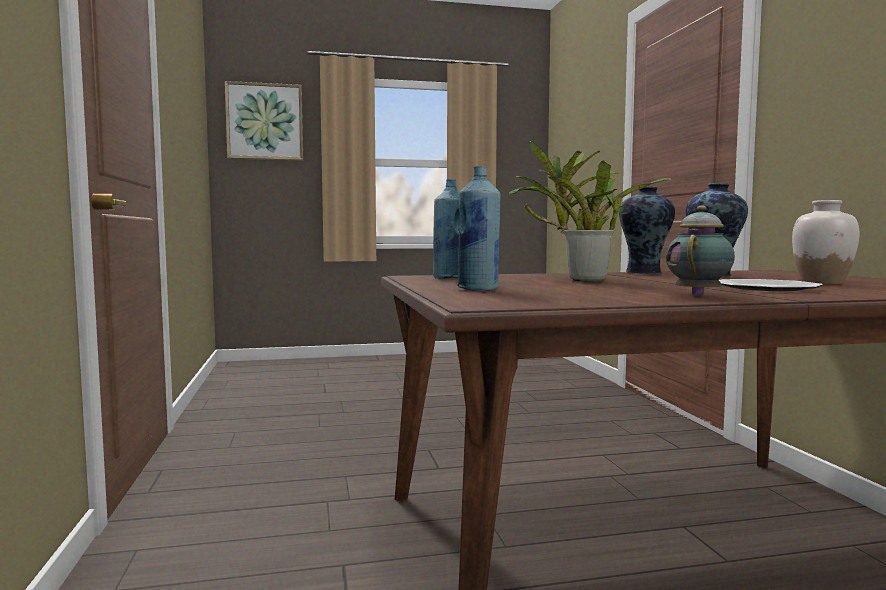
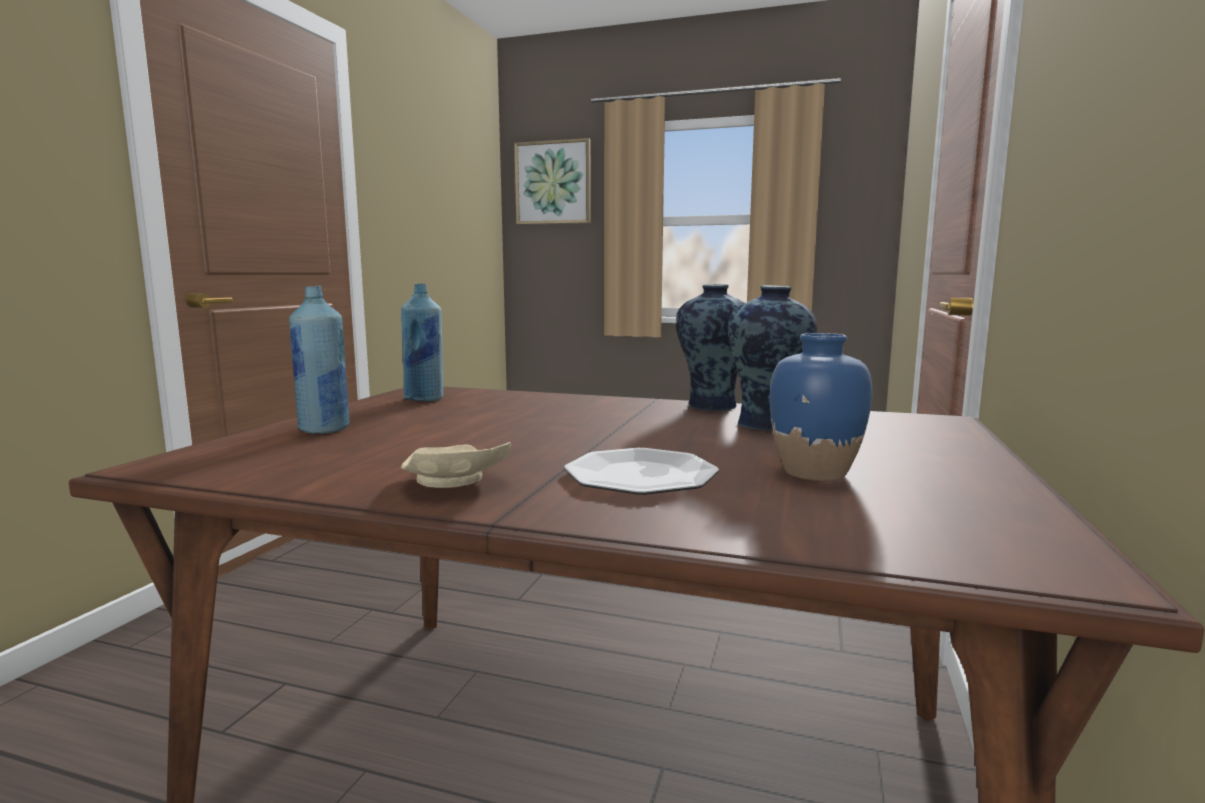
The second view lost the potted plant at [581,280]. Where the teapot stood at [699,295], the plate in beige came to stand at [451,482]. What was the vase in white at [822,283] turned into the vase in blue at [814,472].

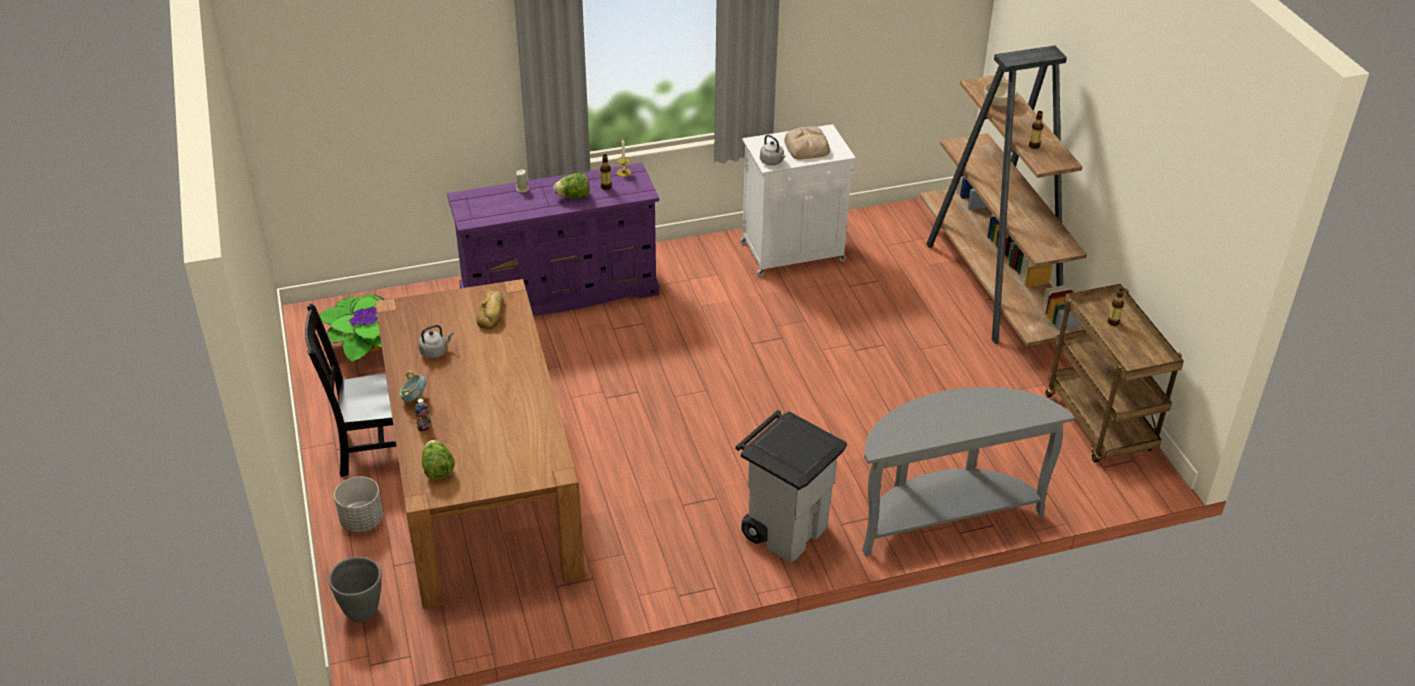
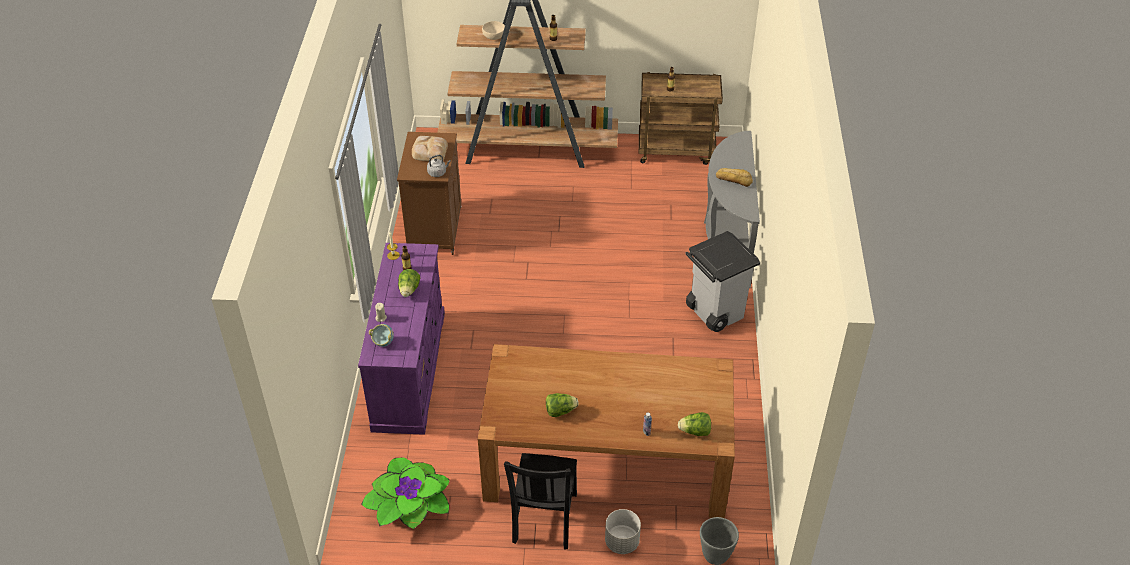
The bowl ended up elsewhere, having gone from [414,398] to [383,342]. Where the kettle in grey stood at [435,351], the lettuce came to stand at [560,411]. The bread ended up elsewhere, having gone from [492,313] to [734,179]. What was the cabinet in white at [794,251] turned into the cabinet in brown at [435,229].

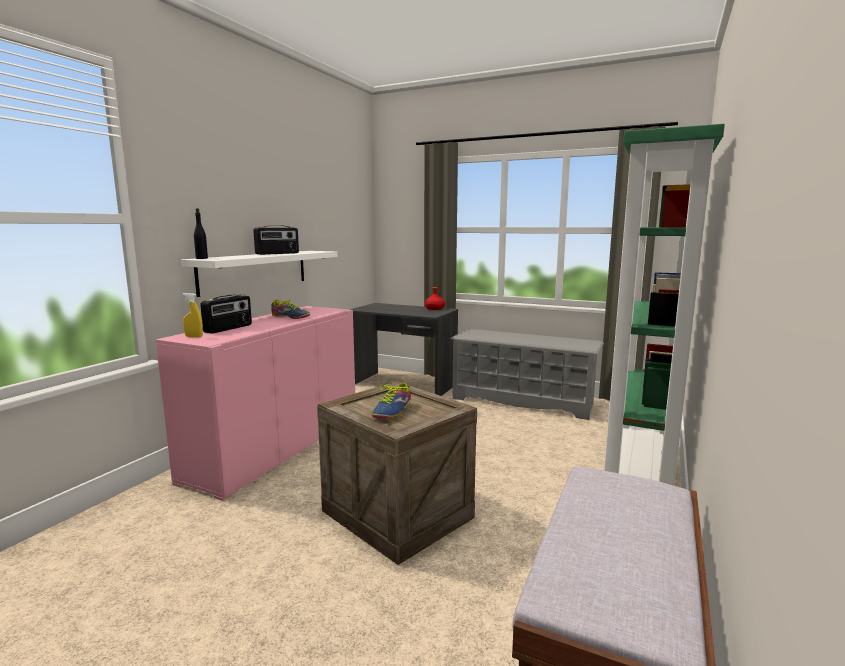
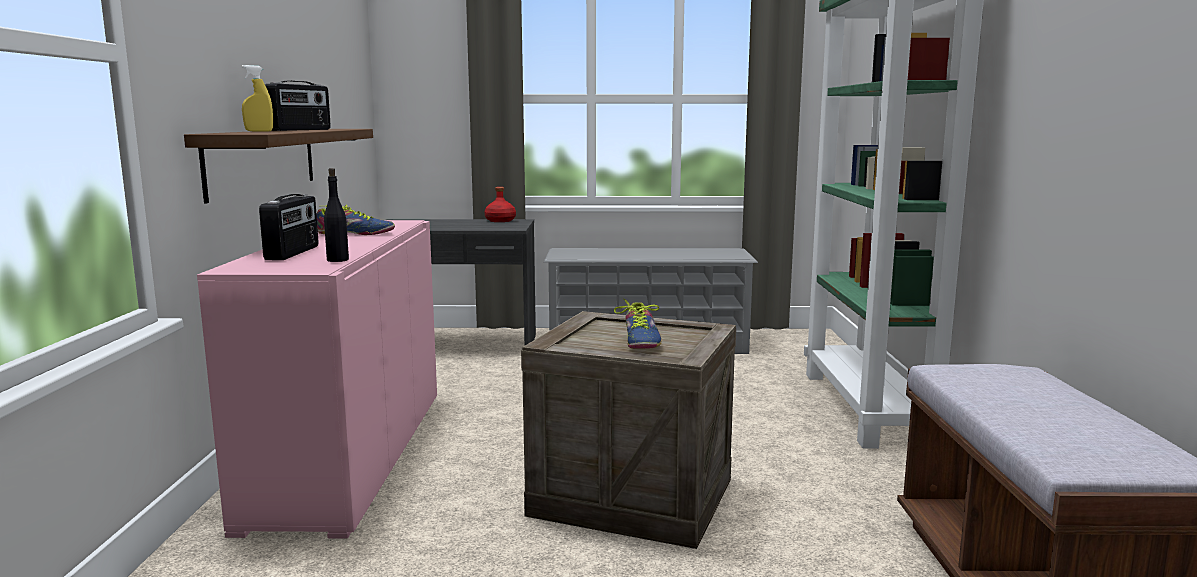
What was the shelf in white at [255,271] turned into the shelf in brown at [263,160]. The spray bottle in yellow ended up elsewhere, having gone from [194,336] to [259,131]. The bottle in black ended up elsewhere, having gone from [202,258] to [337,260].

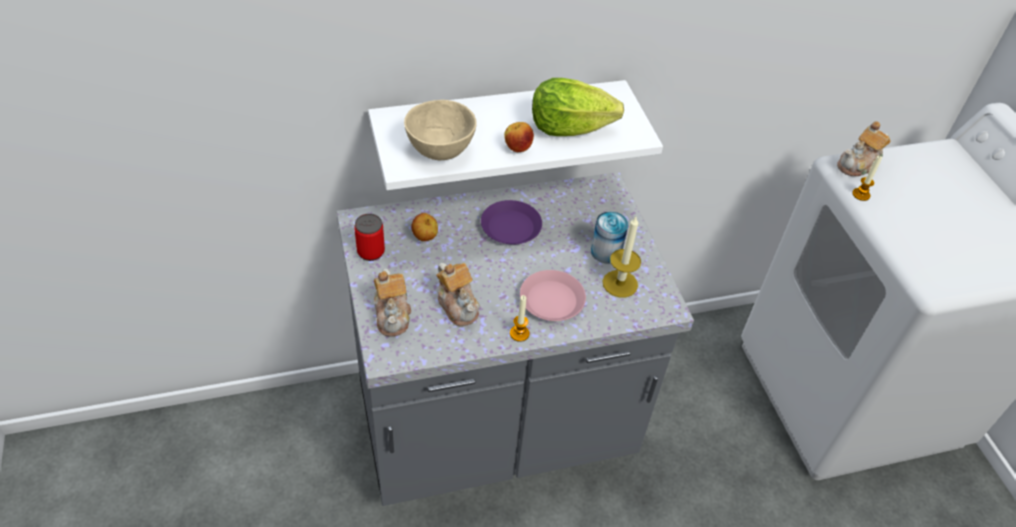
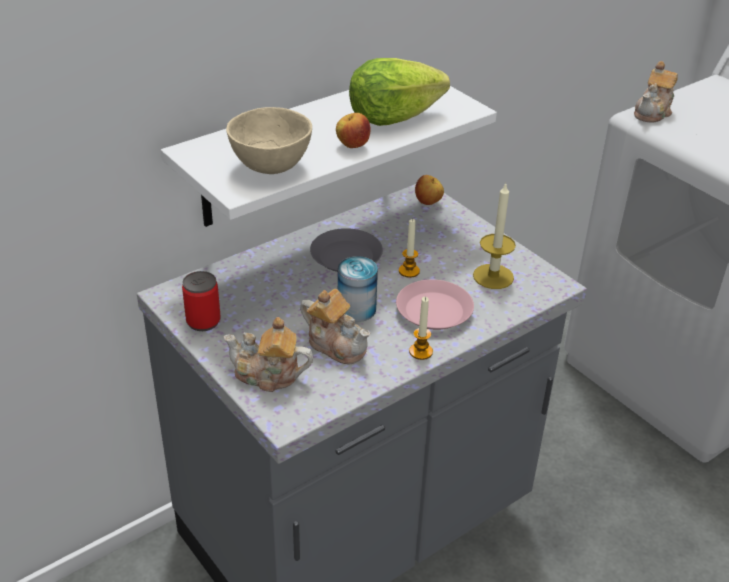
The teapot at [392,315] ended up facing another way, 135 degrees clockwise from before. The apple ended up elsewhere, having gone from [425,237] to [428,203]. What was the plate in purple at [510,227] turned into the plate in grey at [345,256]. The can ended up elsewhere, having gone from [606,251] to [356,309]. The candle ended up elsewhere, having gone from [861,194] to [409,271].

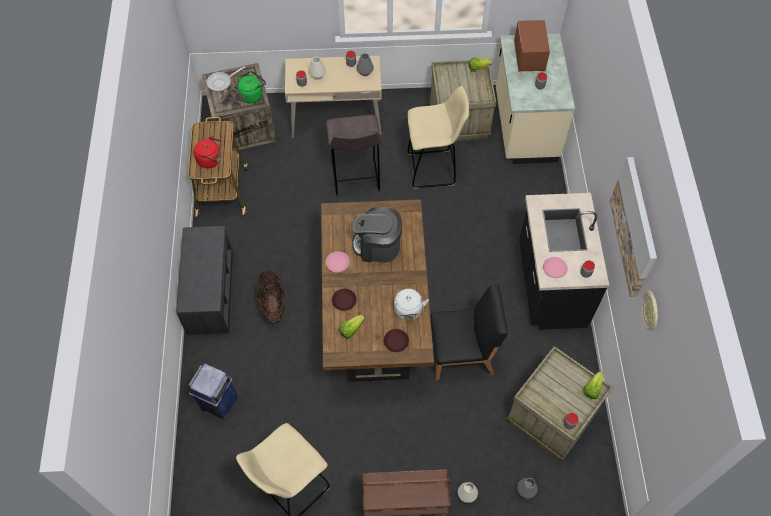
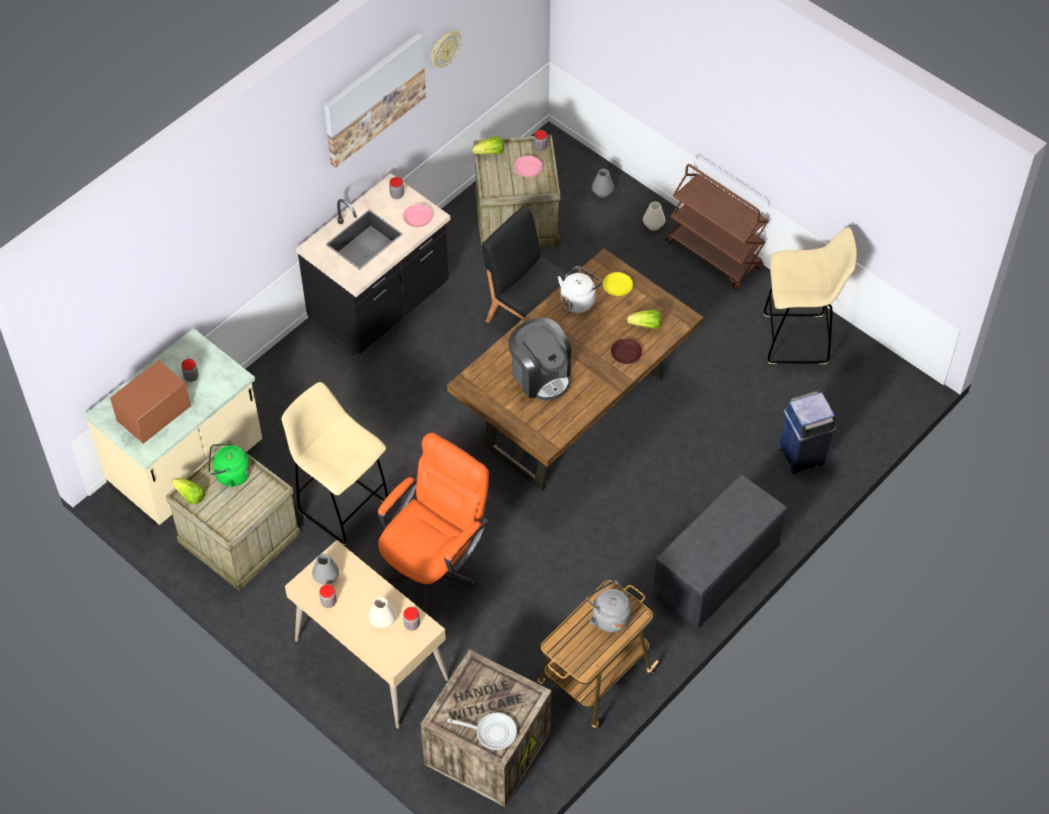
What was the kettle in red at [211,160] turned into the kettle in grey at [609,616]. The kettle in green ended up elsewhere, having gone from [252,95] to [230,475]. The second view lost the basket at [272,304]. Where the stool in grey stood at [356,179], the office chair in orange came to stand at [434,565]. The plate in pink ended up elsewhere, having gone from [338,263] to [528,168]. What was the plate in brown at [396,342] turned into the plate in yellow at [617,286].

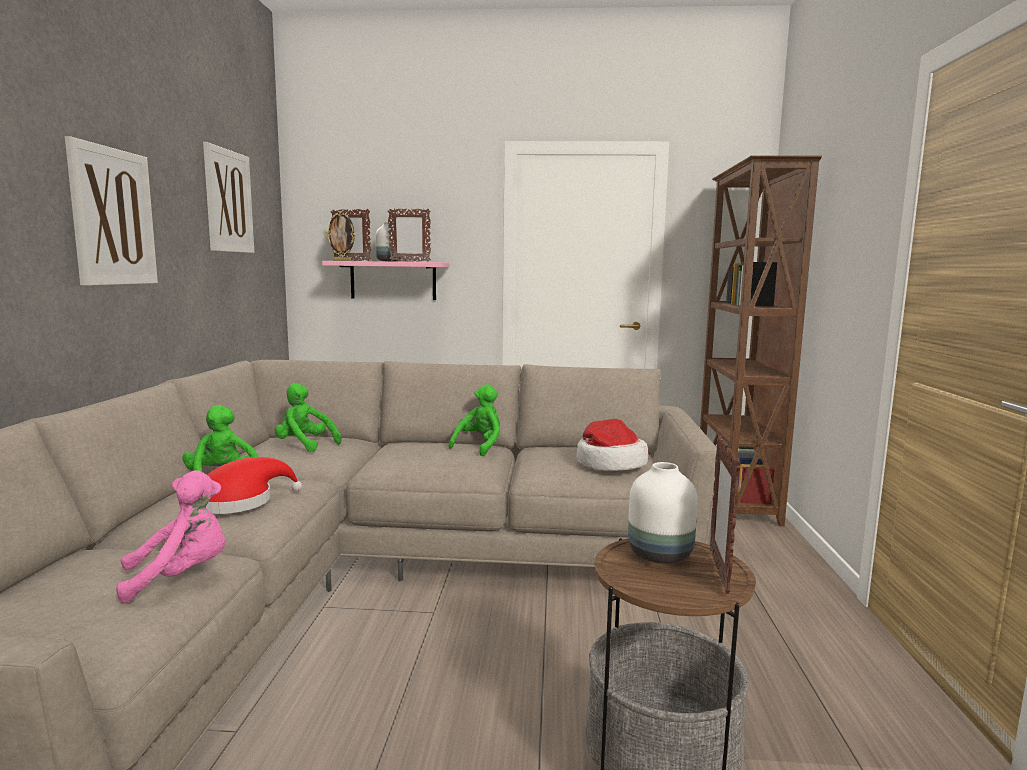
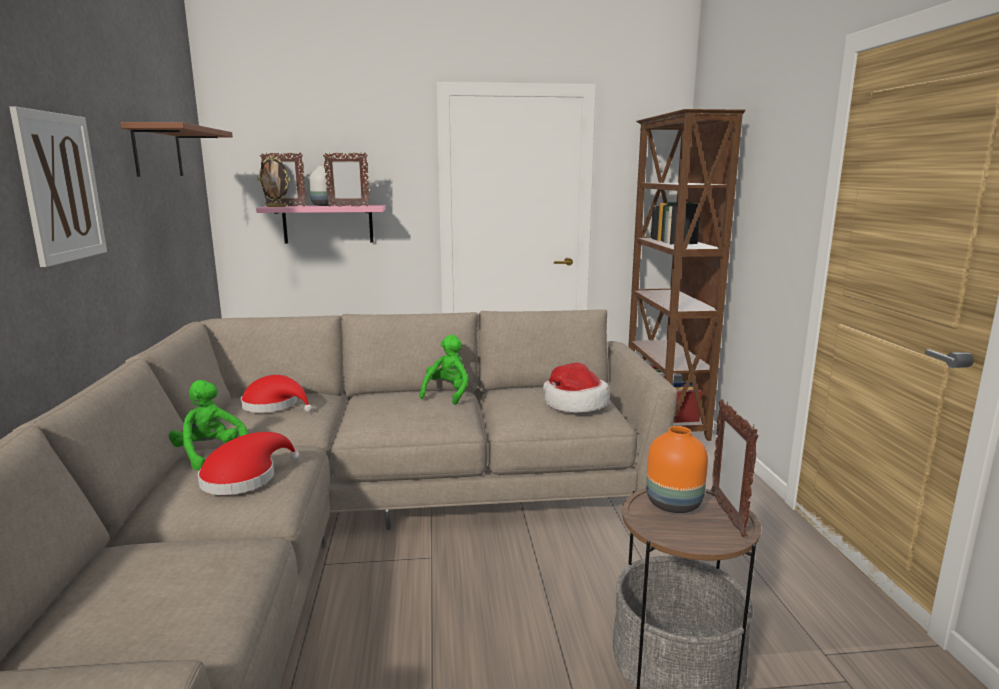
The second view lost the plush toy in pink at [181,576]. Where the picture hung at [228,201], the shelf in brown came to hang at [158,152]. Where the plush toy in green stood at [305,445], the hat in red came to stand at [274,406]. What was the vase in white at [661,555] turned into the vase in orange at [675,504].

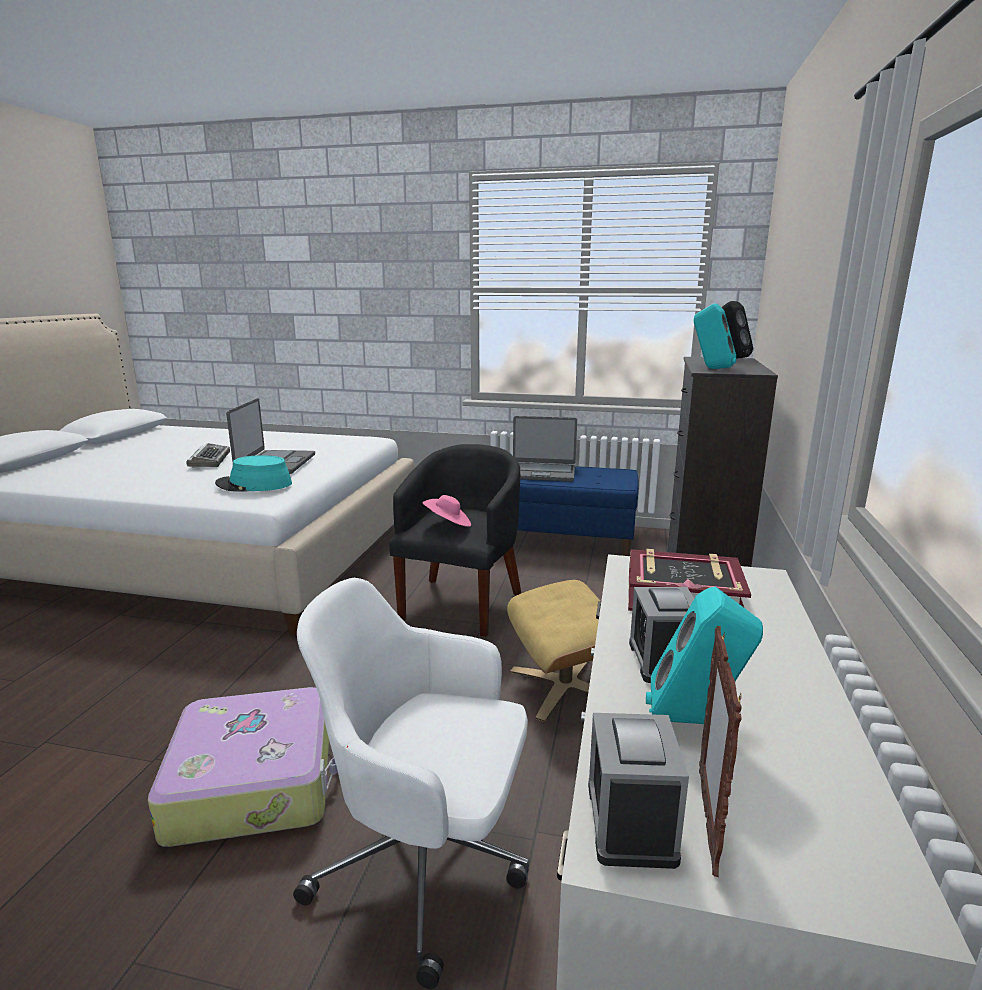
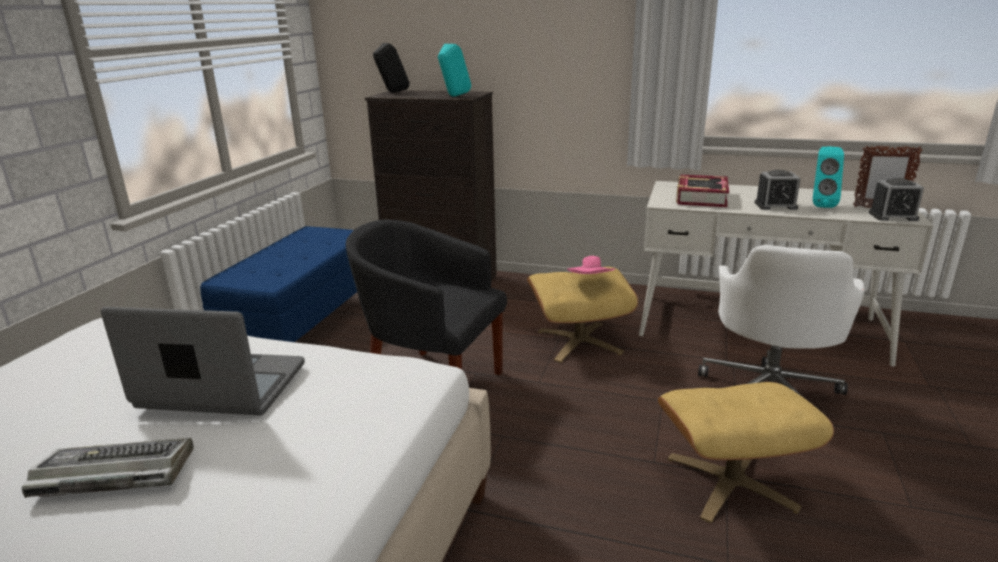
Where the suitcase stood at [256,780], the ottoman in beige came to stand at [730,483]. The second view lost the hat in turquoise at [254,484]. The hat in pink ended up elsewhere, having gone from [448,524] to [591,282]. The second view lost the laptop at [542,473].

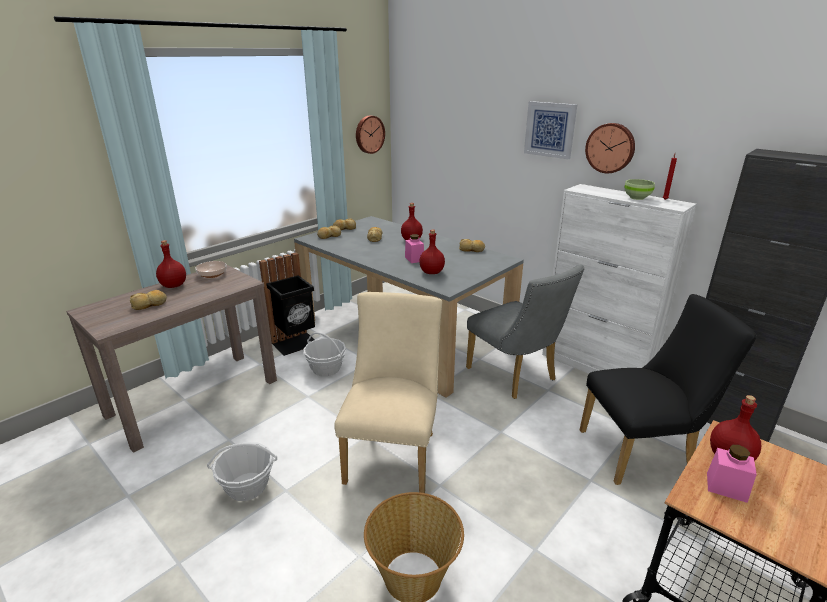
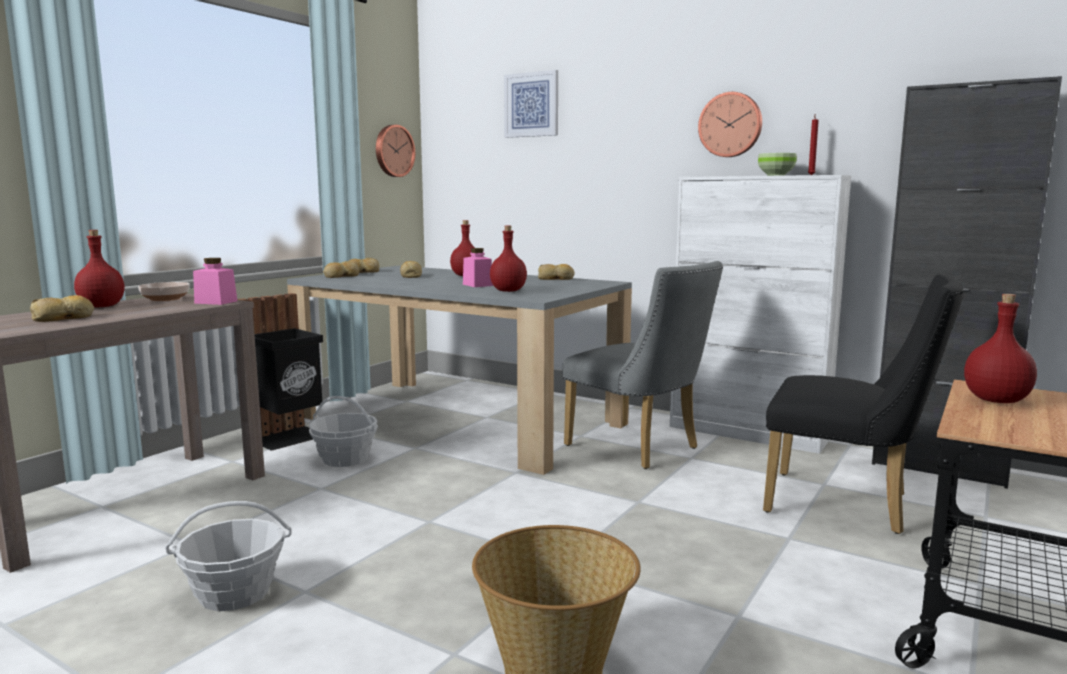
The second view lost the chair in beige at [393,452]. The picture ended up elsewhere, having gone from [550,129] to [531,105]. The chair in black at [642,451] ended up facing another way, 45 degrees clockwise from before. The jar in pink ended up elsewhere, having gone from [726,487] to [216,302].

